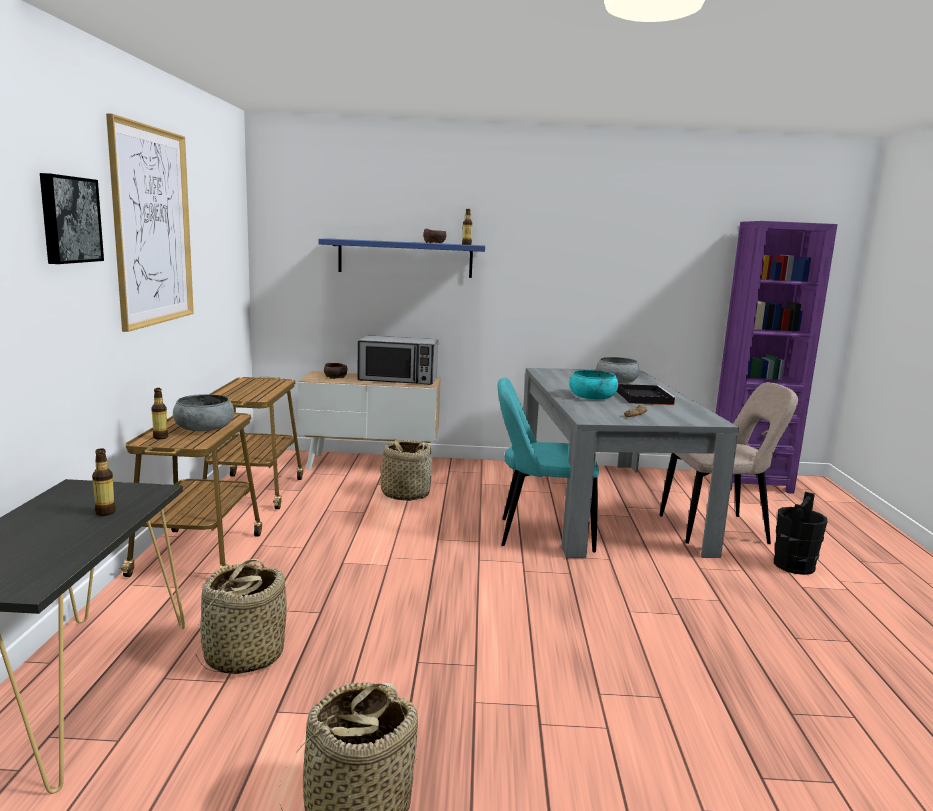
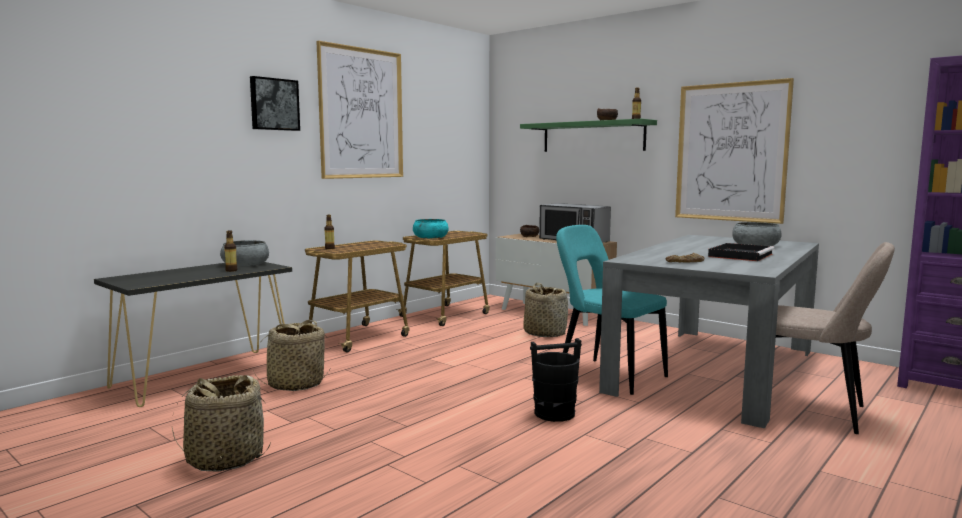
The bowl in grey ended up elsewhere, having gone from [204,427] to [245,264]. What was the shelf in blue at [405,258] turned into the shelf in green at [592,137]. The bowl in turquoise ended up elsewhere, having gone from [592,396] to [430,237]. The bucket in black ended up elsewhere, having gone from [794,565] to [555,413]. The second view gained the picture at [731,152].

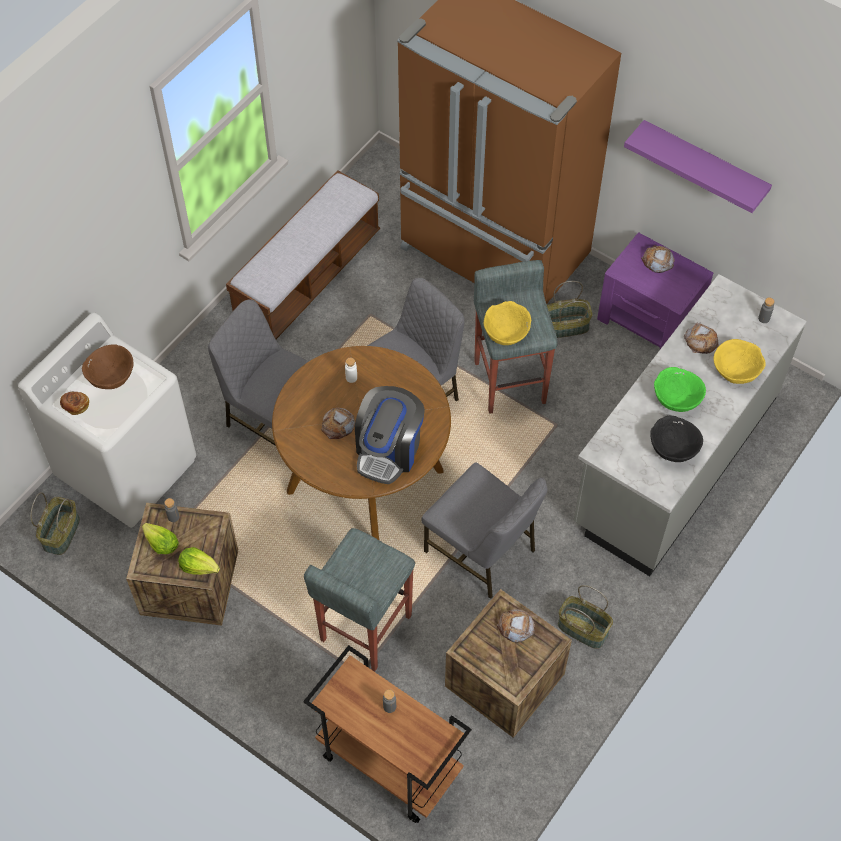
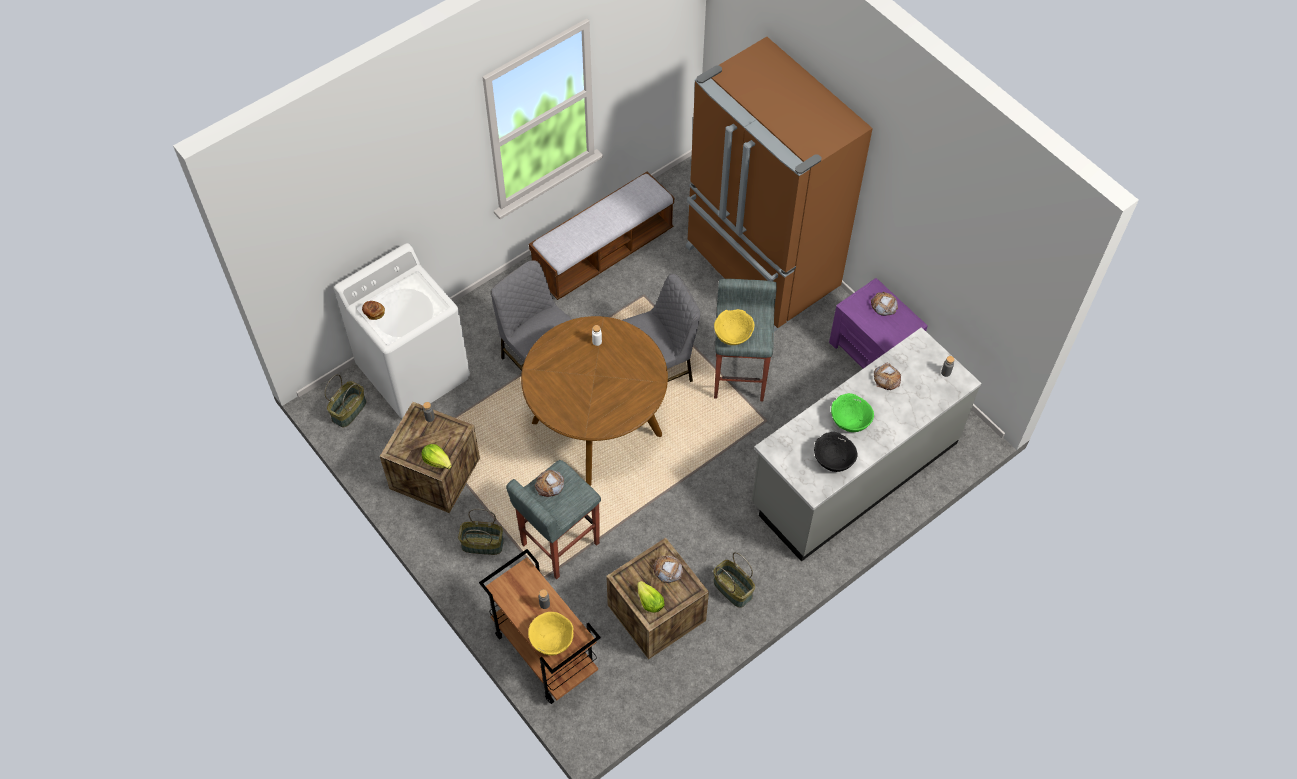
The second view lost the bowl in brown at [111,376]. The lettuce ended up elsewhere, having gone from [161,544] to [649,601]. The bread ended up elsewhere, having gone from [338,425] to [549,485]. The second view lost the coffee machine at [389,450]. The second view lost the chair in grey at [482,551]. The basket ended up elsewhere, having gone from [565,327] to [482,544]. The second view lost the shelf in purple at [703,165]. The bowl in yellow ended up elsewhere, having gone from [736,371] to [551,640].

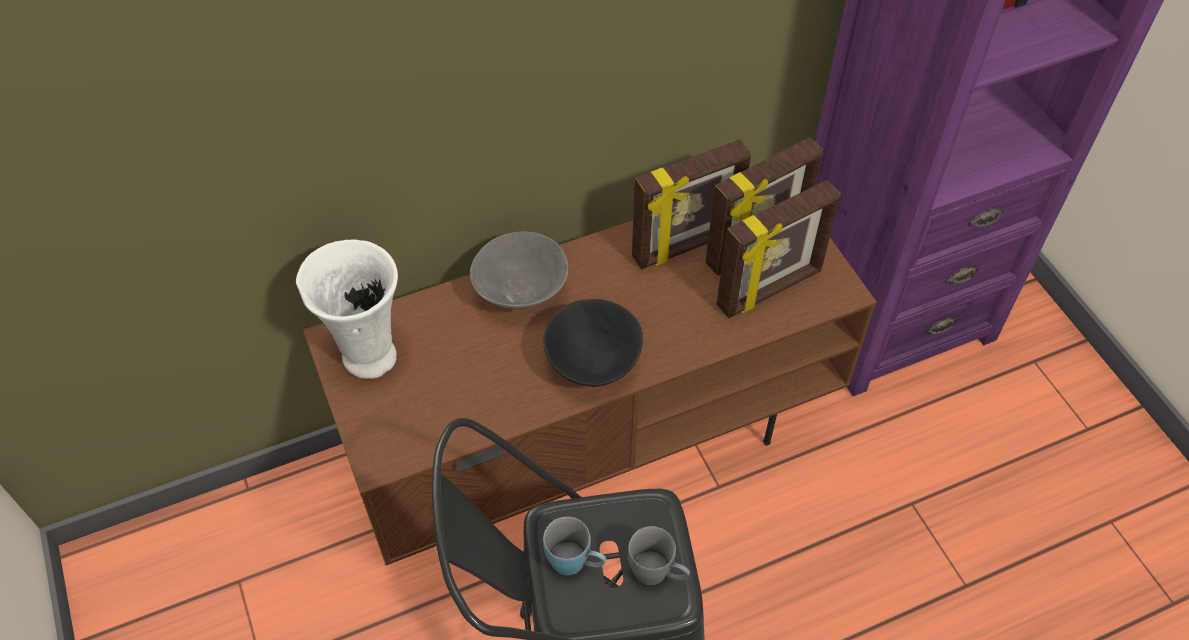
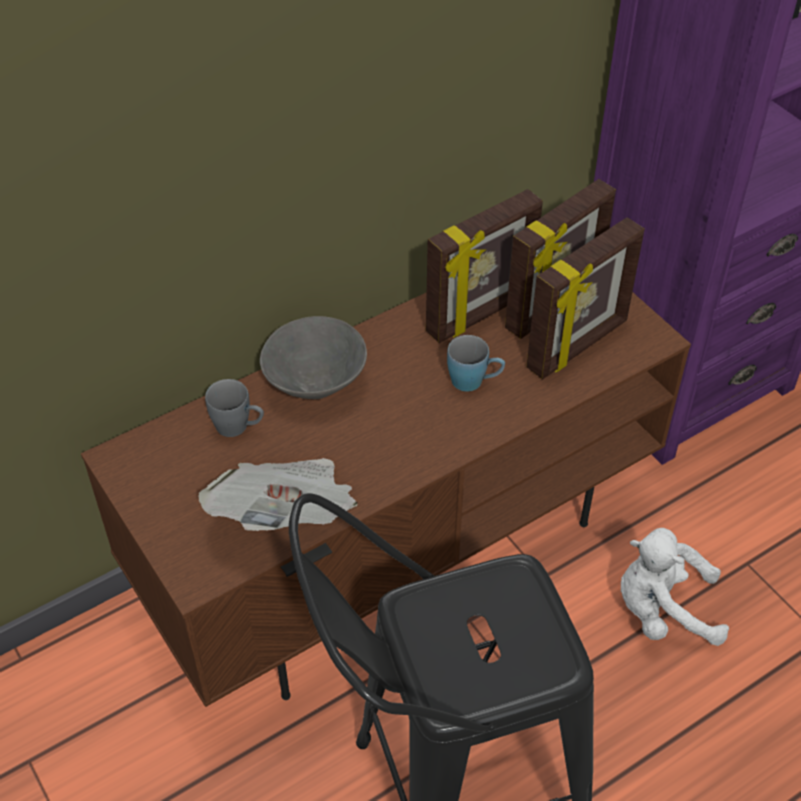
The second view lost the vase in white at [368,355]. The second view lost the bowl in black at [592,364]. The mug in blue ended up elsewhere, having gone from [576,563] to [474,381]. The mug in grey ended up elsewhere, having gone from [658,573] to [239,427]. The second view gained the newspaper at [286,516]. The second view gained the plush toy in white at [663,610].

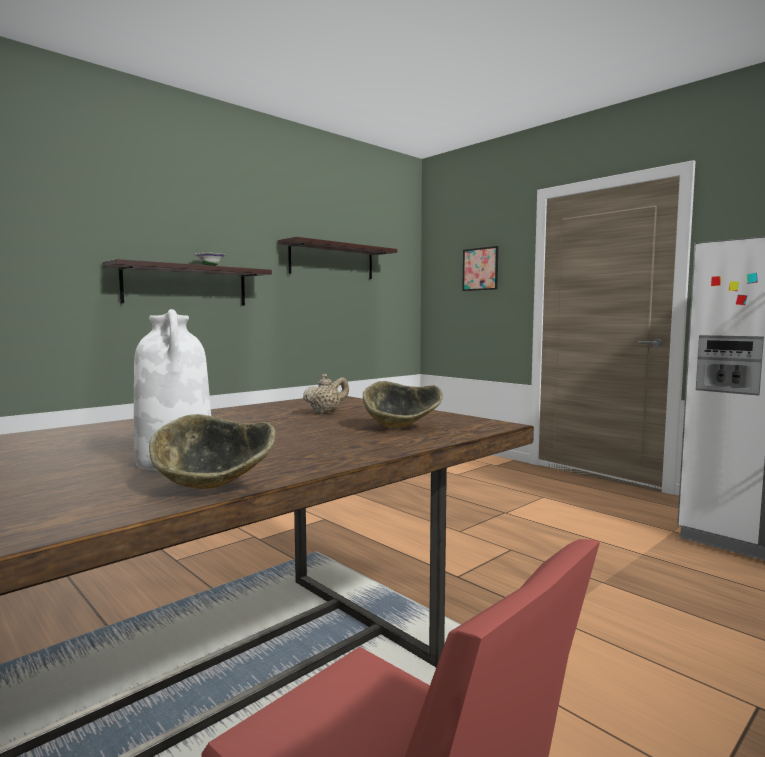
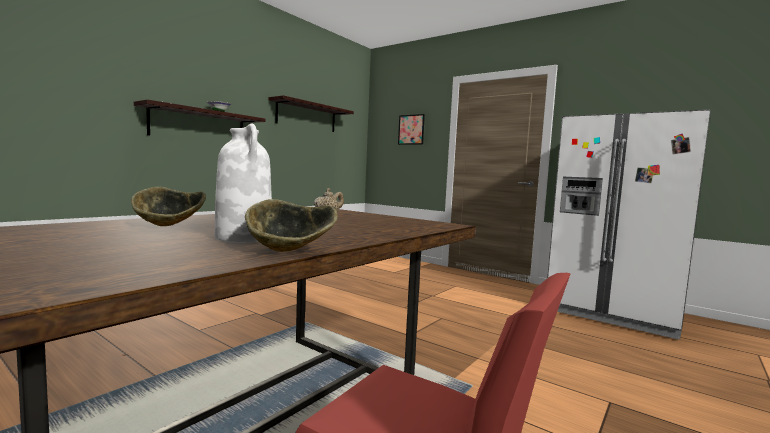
The bowl ended up elsewhere, having gone from [401,428] to [169,226].

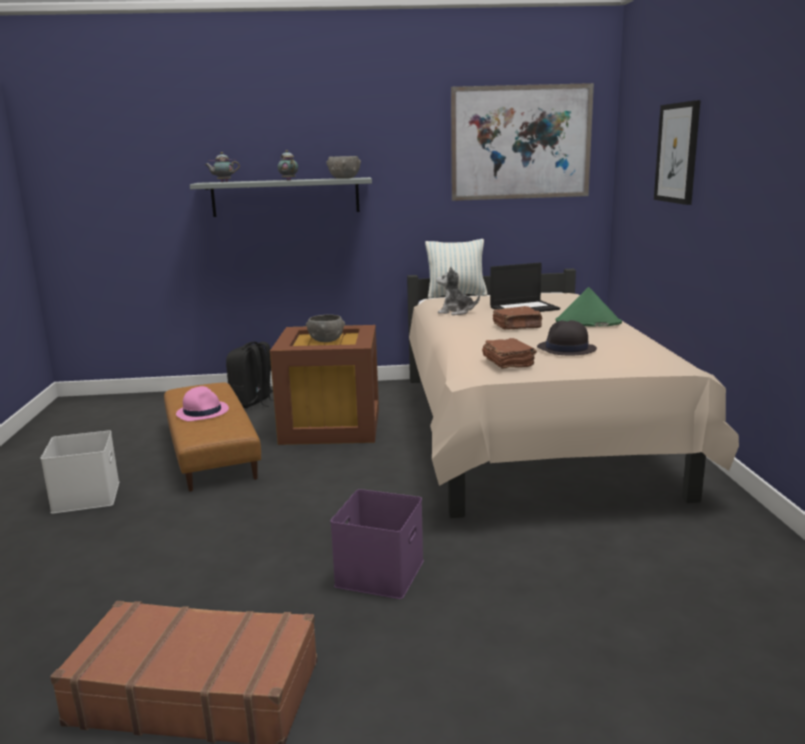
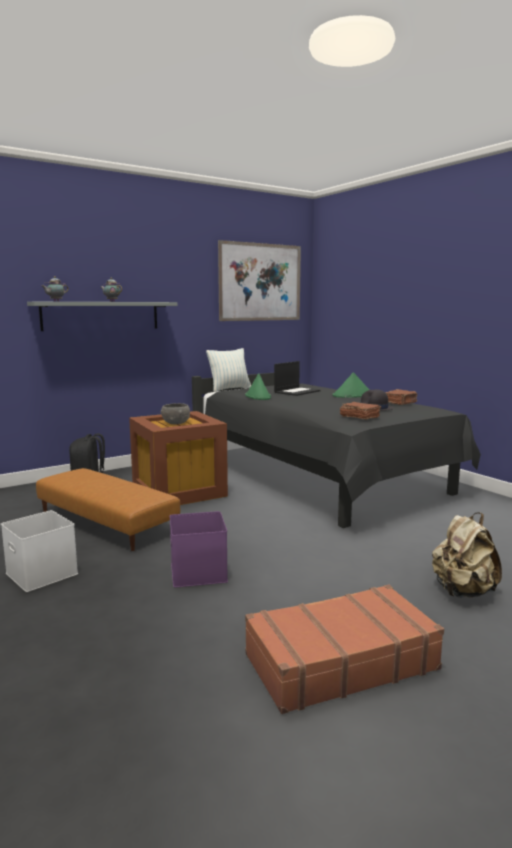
The second view lost the hat in pink at [202,412]. The second view lost the bowl in grey at [344,178]. The storage box in purple ended up elsewhere, having gone from [379,572] to [197,571]. What was the bed in beige at [527,433] turned into the bed in black at [318,476]. Where the plush toy stood at [455,312], the hat in green came to stand at [258,396]. The book in brown ended up elsewhere, having gone from [517,326] to [400,403]. The second view lost the picture at [677,153]. The second view gained the backpack in beige at [462,592].

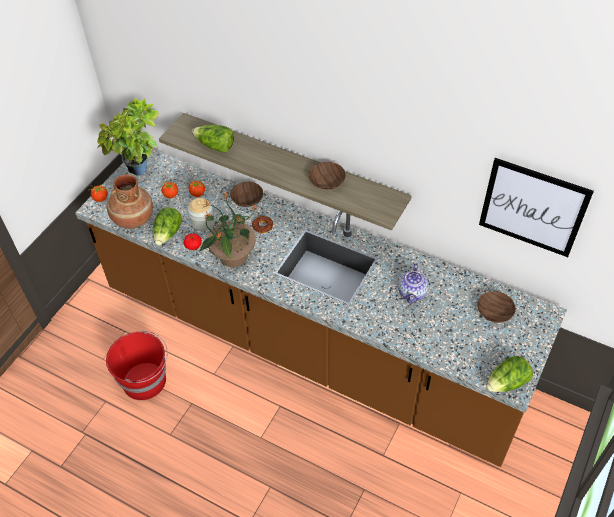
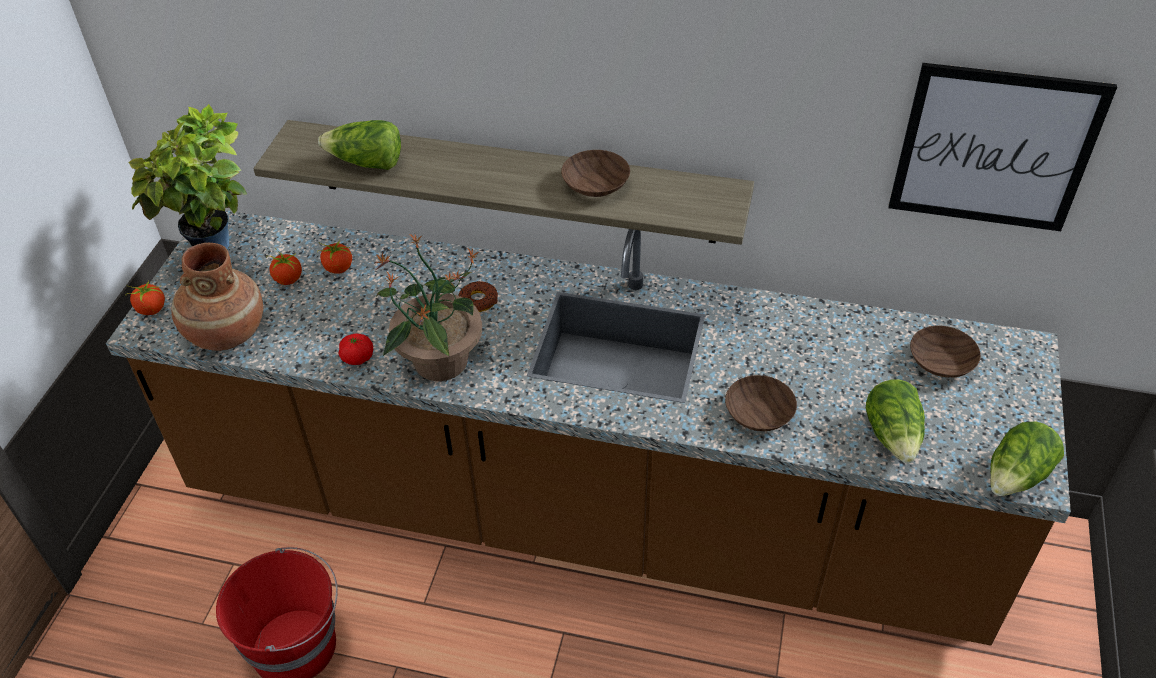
The lettuce ended up elsewhere, having gone from [168,234] to [893,435]. The second view lost the jar at [202,222]. The bowl in brown ended up elsewhere, having gone from [247,198] to [757,412]. The second view lost the teapot at [412,292].

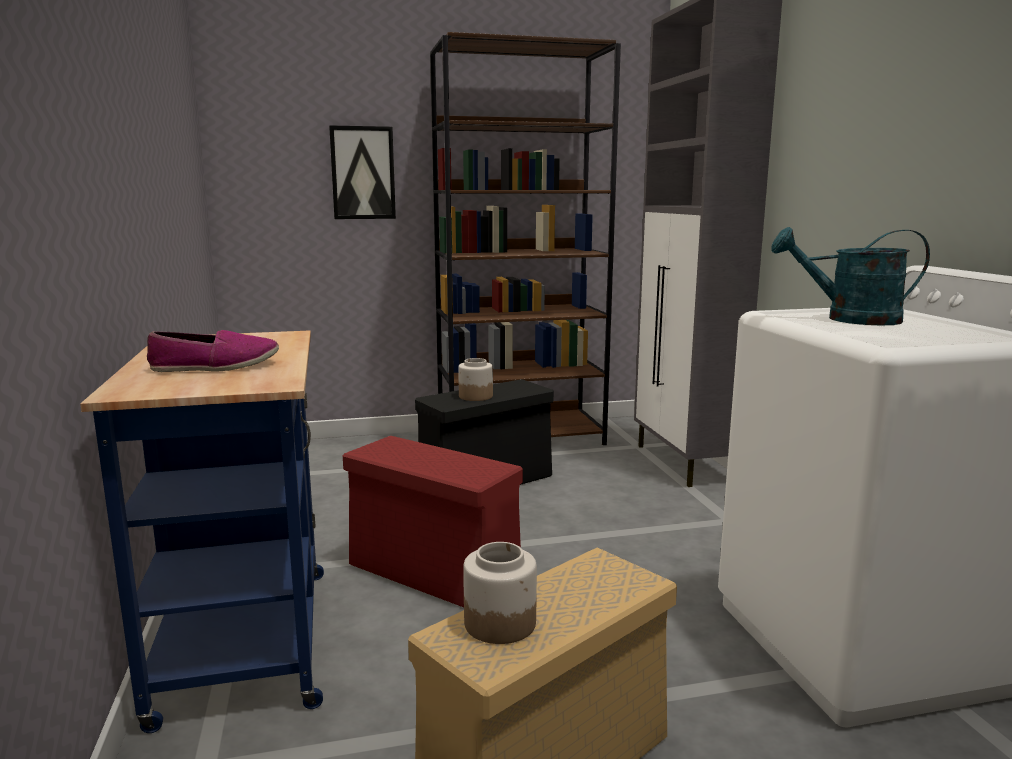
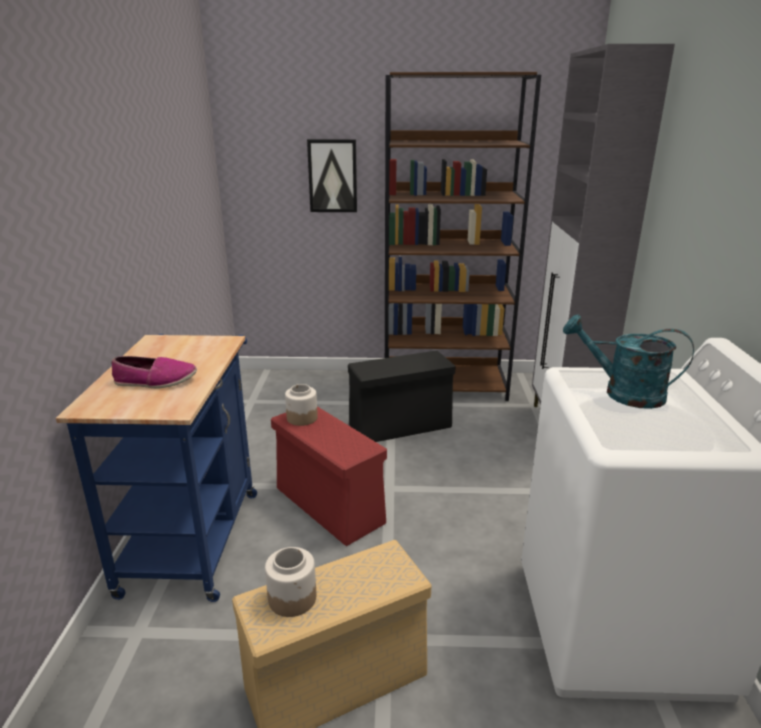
The jar ended up elsewhere, having gone from [475,396] to [302,418].

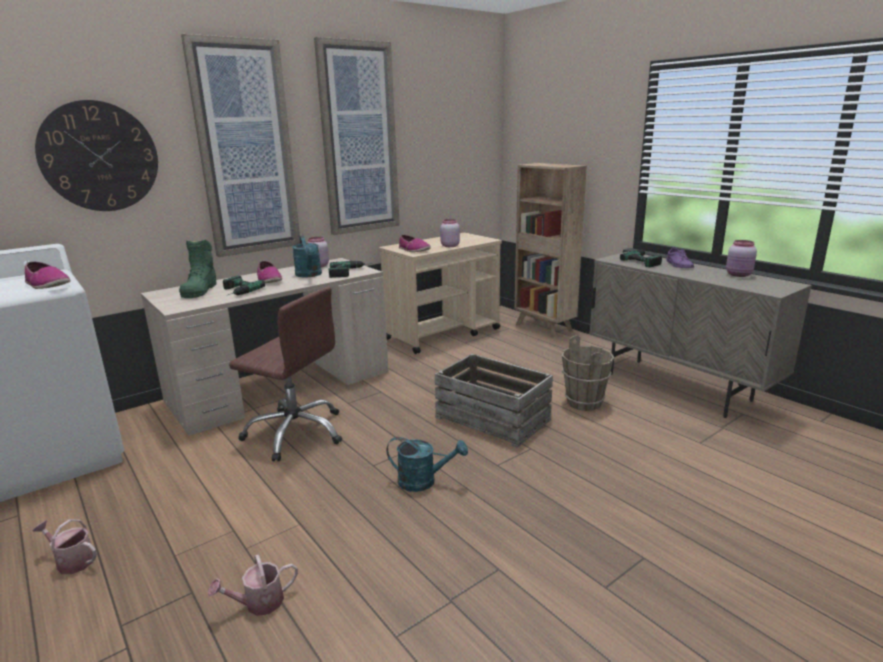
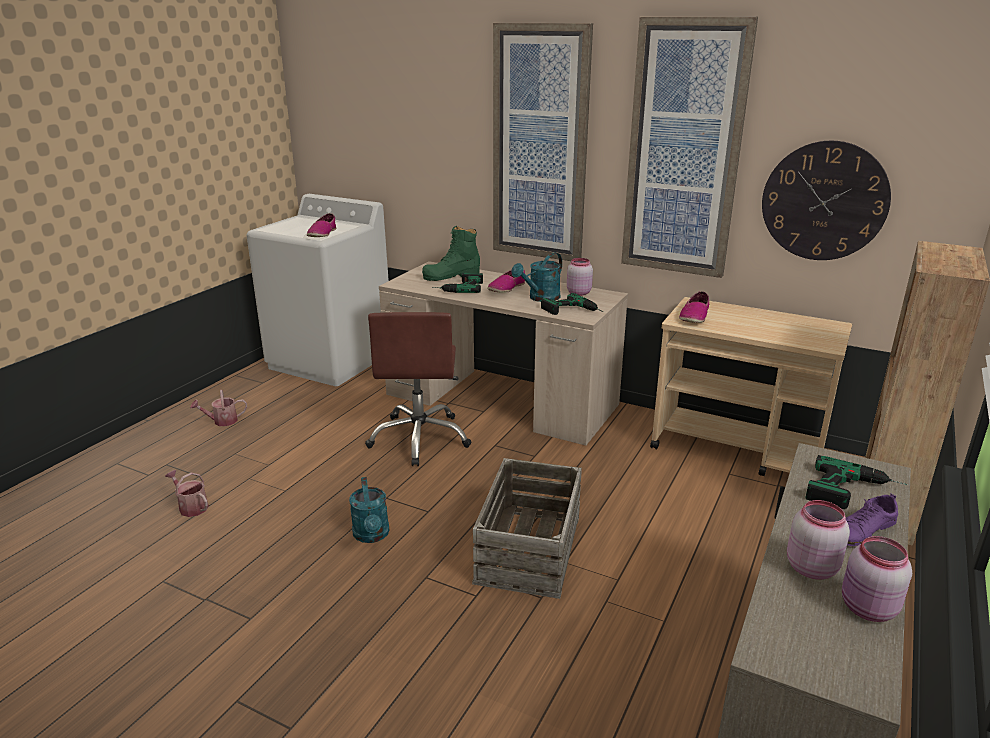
The watering can at [72,561] ended up facing another way, 105 degrees counterclockwise from before. The wall clock ended up elsewhere, having gone from [99,157] to [824,201]. The jar in pink ended up elsewhere, having gone from [449,246] to [810,567]. The second view lost the bucket in brown at [584,402].

